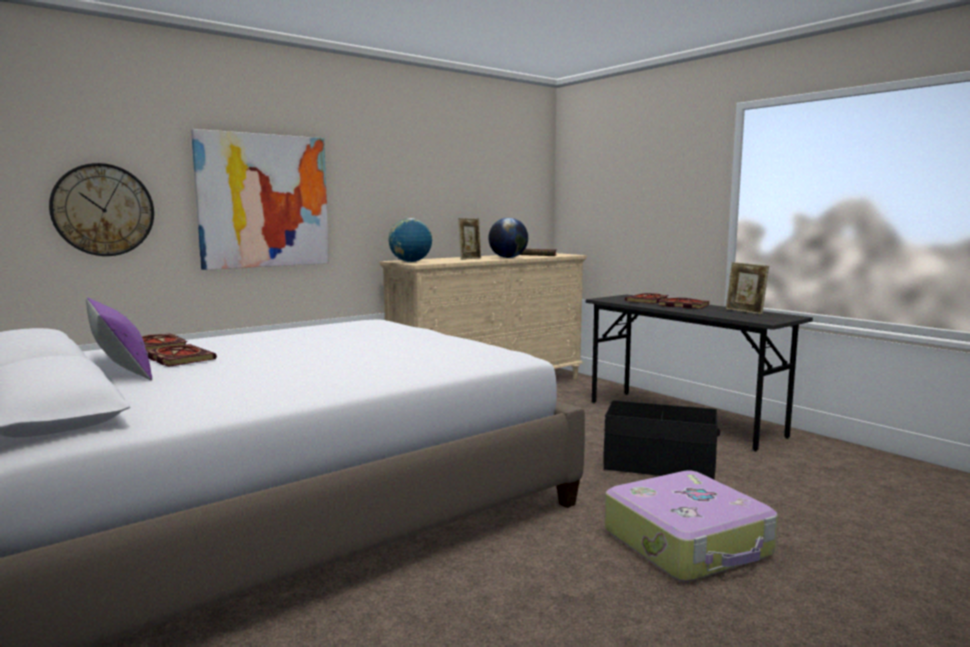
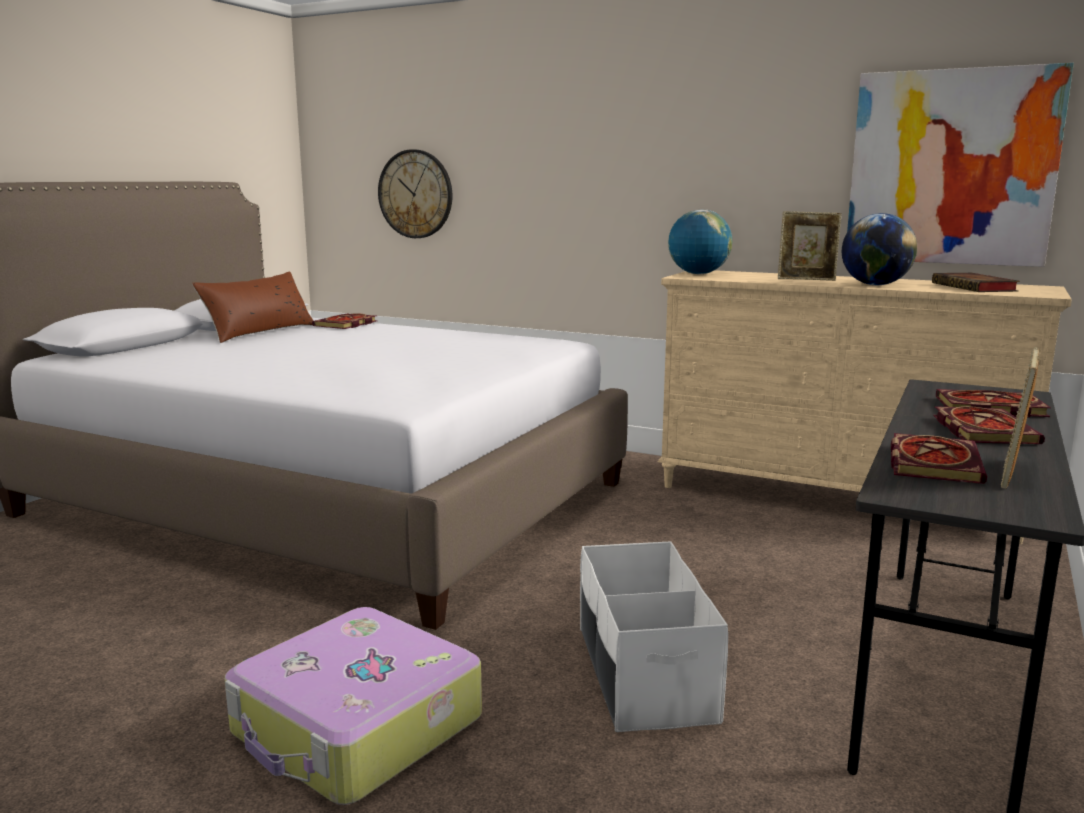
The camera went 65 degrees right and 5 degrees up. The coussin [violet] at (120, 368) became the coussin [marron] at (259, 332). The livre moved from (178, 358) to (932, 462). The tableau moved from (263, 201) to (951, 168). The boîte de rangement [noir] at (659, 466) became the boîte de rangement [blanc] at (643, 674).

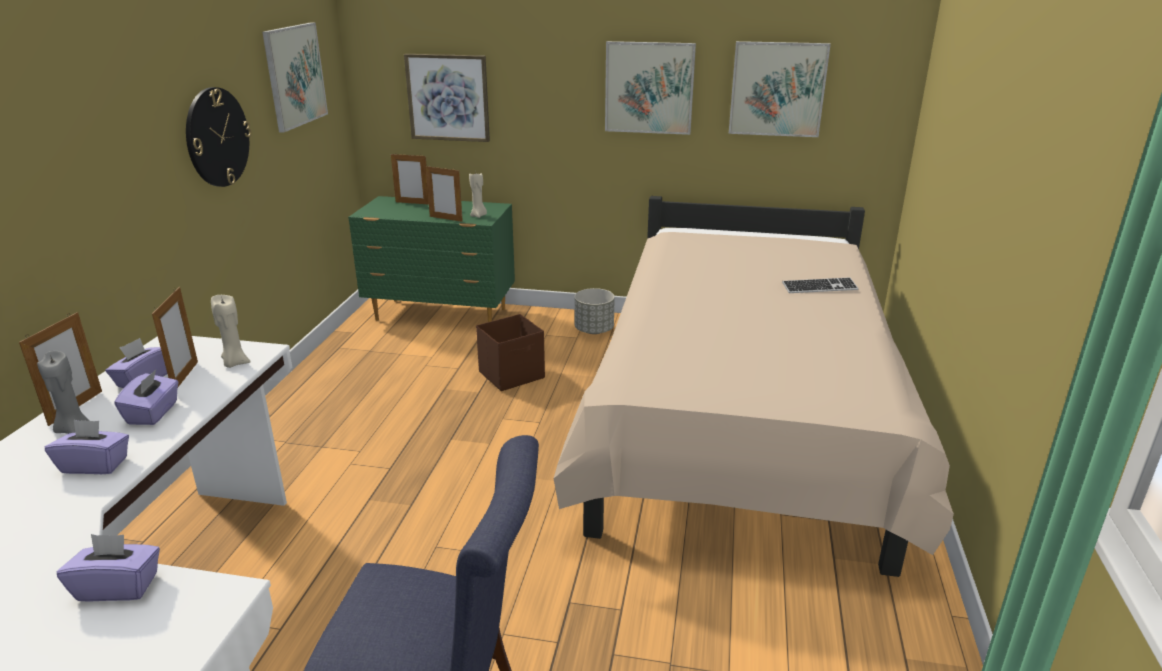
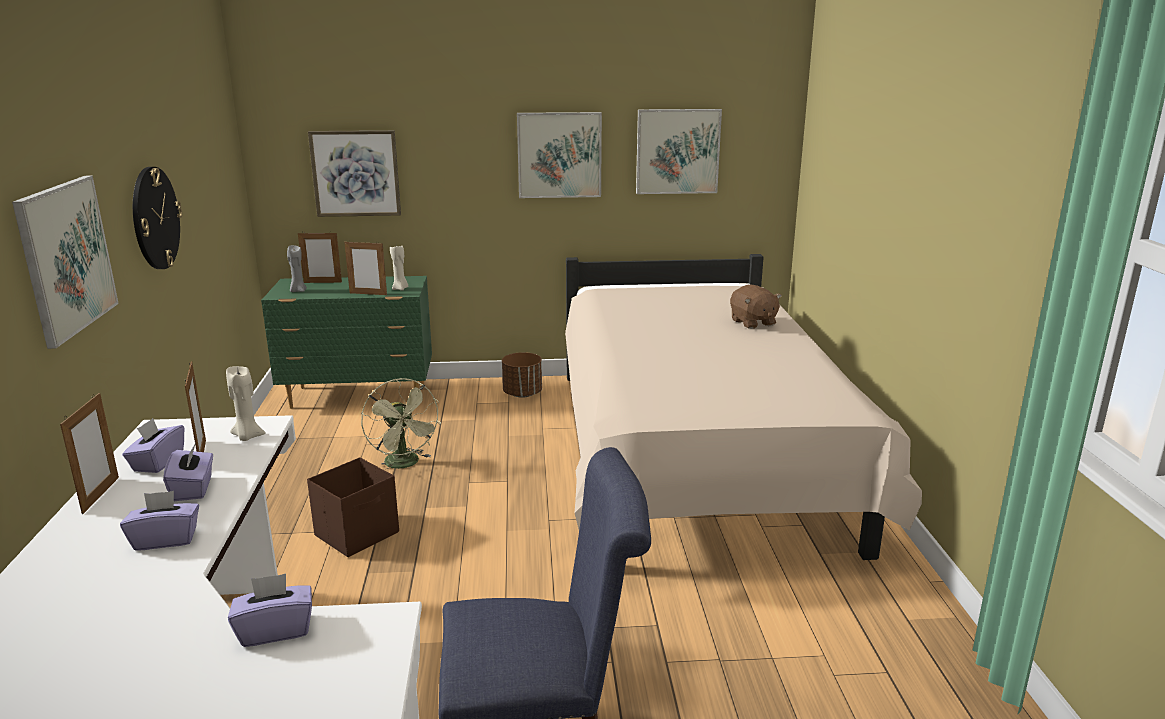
The camera went 15 degrees left and 5 degrees down. The bougie [gris] moved from (73, 429) to (298, 291). The tableau moved from (295, 76) to (66, 258). The boîte de rangement [marron] moved from (512, 375) to (358, 534). The cache-pot [gris] at (594, 330) became the cache-pot [marron] at (523, 394). The clavier at (819, 287) was replaced by the peluche [marron] at (753, 322). The ventilateur [vert] at (405, 464) appeared.

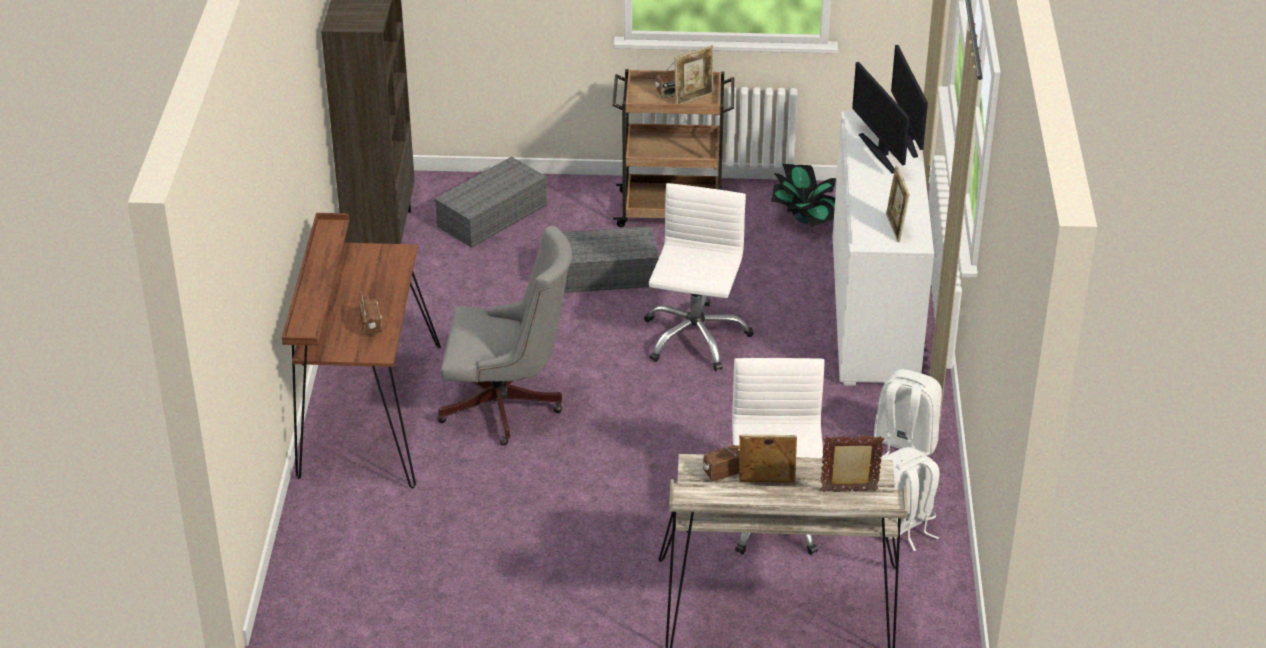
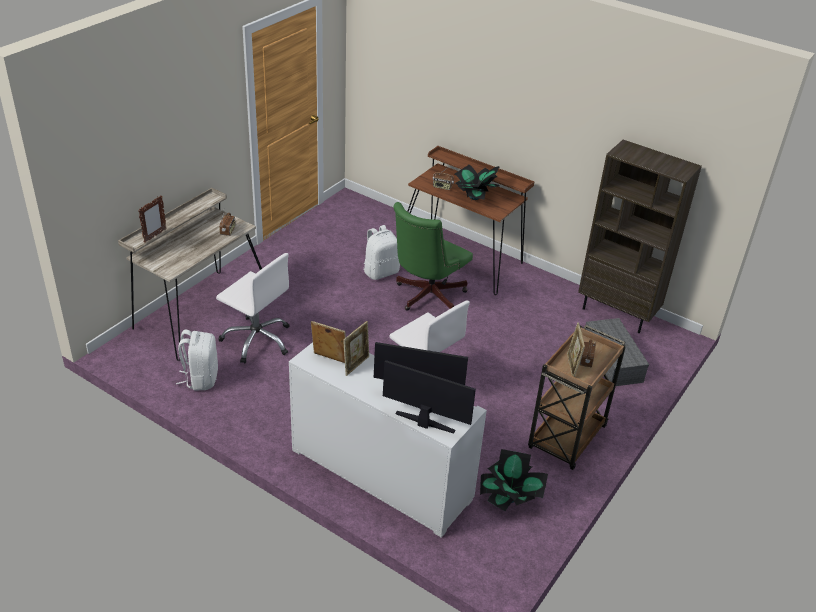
The camera went 120 degrees right and 0 degrees up. The chaise de bureau [gris] at (507, 407) became the chaise de bureau [vert] at (426, 297). The boîte de rangement [gris] at (600, 275) disappeared. The cadre photo moved from (766, 483) to (356, 365). The sac à dos [blanc] moved from (904, 445) to (381, 272). The plante en pot at (474, 198) appeared.

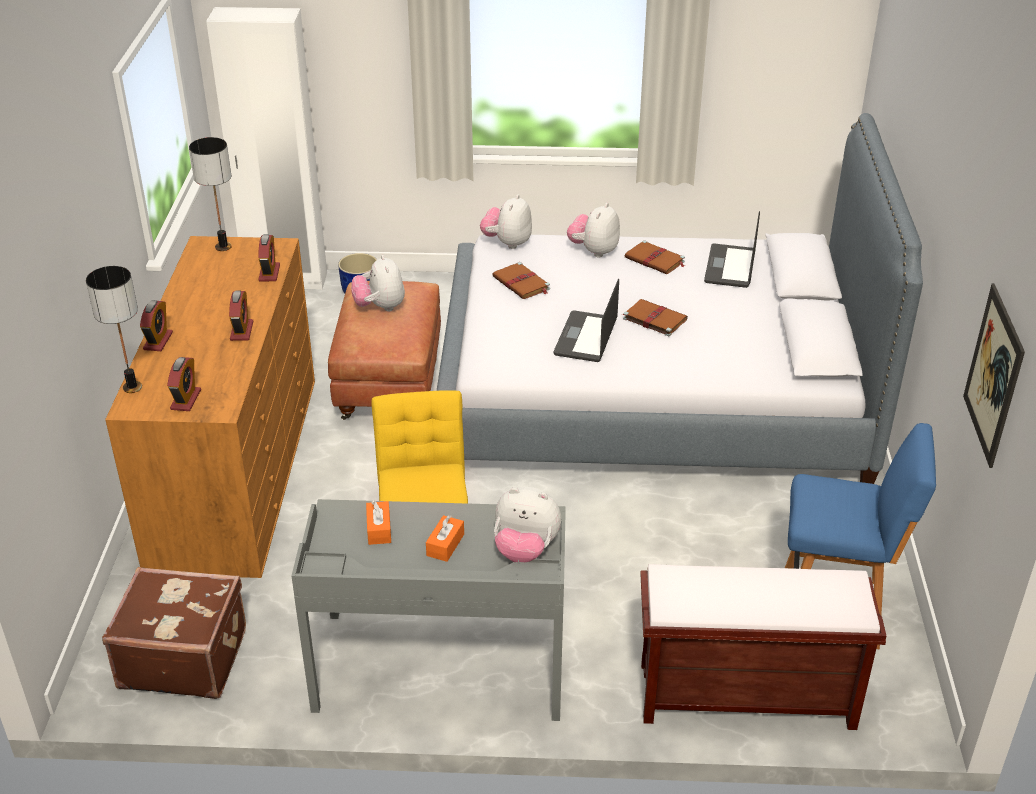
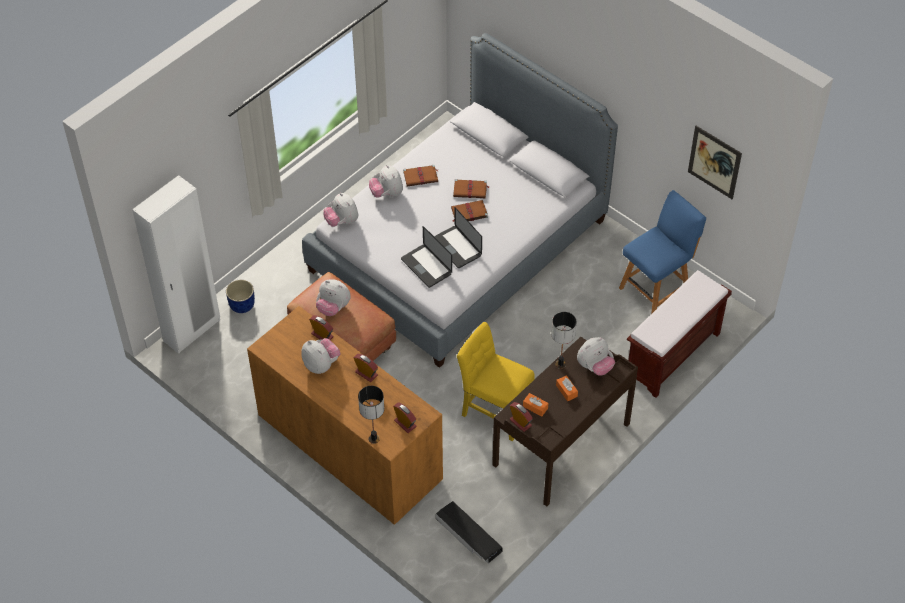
The camera went 50 degrees left and 15 degrees up. The valise [marron] at (183, 657) was replaced by the boîte de rangement [noir] at (468, 535). The réveil moved from (158, 341) to (520, 422). The lampe de table moved from (223, 247) to (560, 365). The bureau [gris] at (440, 666) became the bureau [marron] at (562, 445). The livre [marron] moved from (522, 283) to (470, 190). The ordinateur portable moved from (730, 267) to (426, 266). The peluche at (321, 364) appeared.

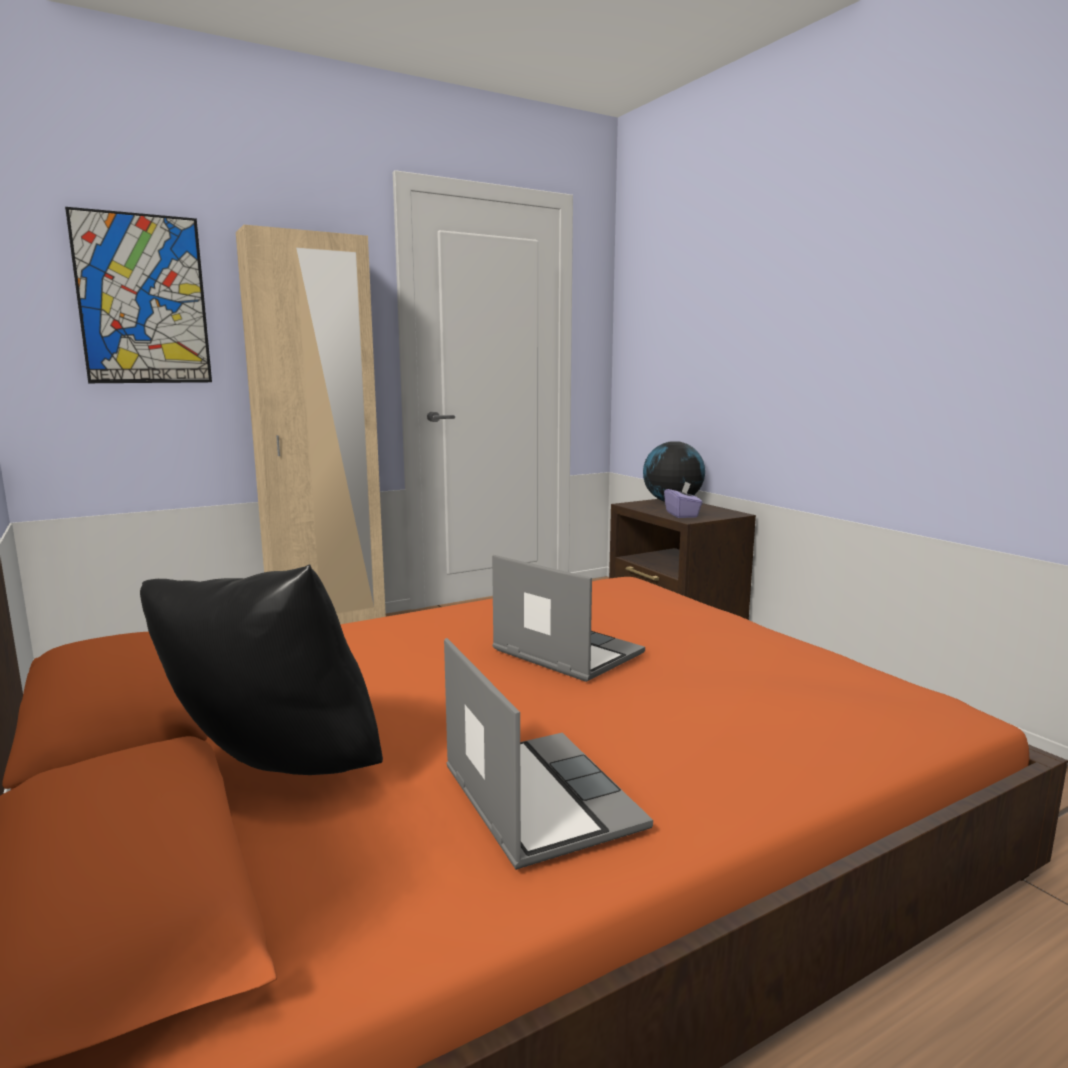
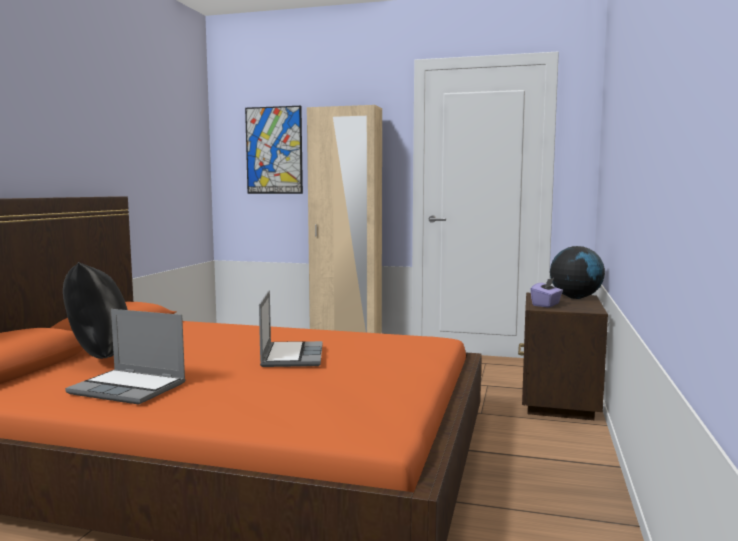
The camera went 45 degrees right and 5 degrees down. The ordinateur portable at (536, 799) turned 90 degrees clockwise.

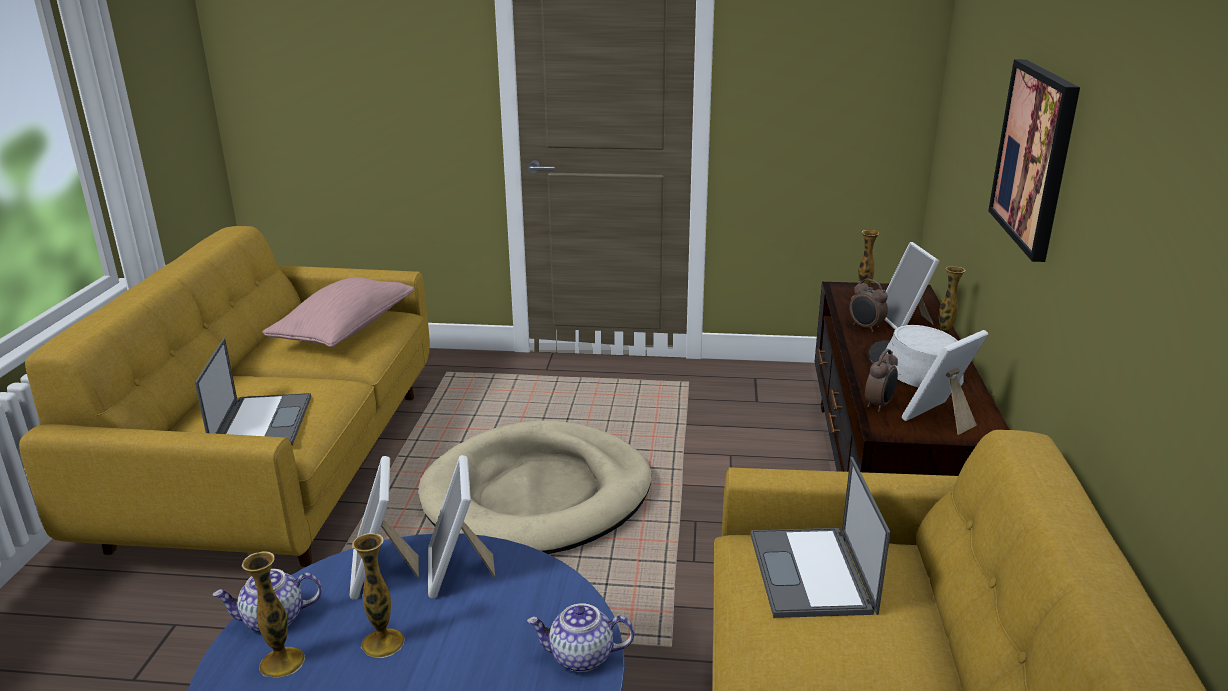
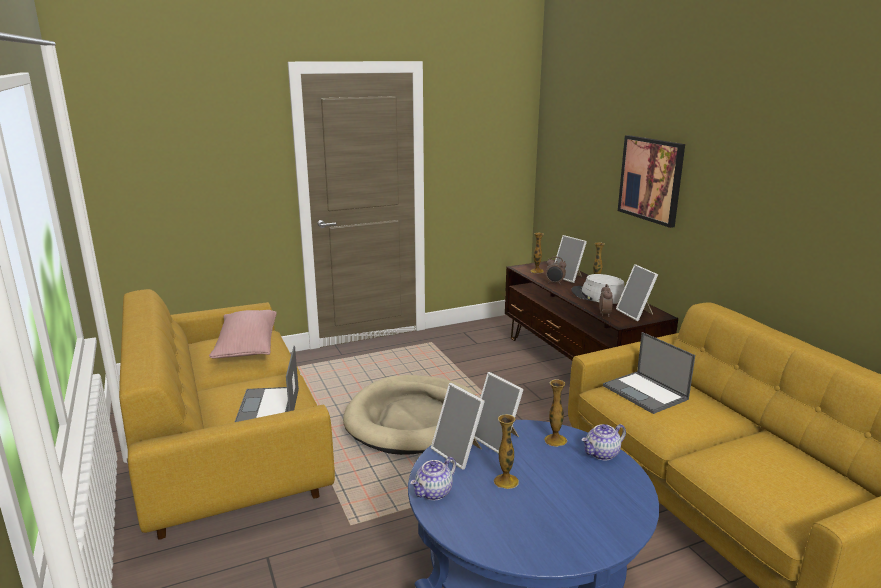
The camera went 30 degrees left and 5 degrees down. The ordinateur portable at (262, 422) turned 150 degrees counterclockwise. The vase moved from (282, 662) to (555, 440). The cadre photo at (941, 419) turned 45 degrees counterclockwise.

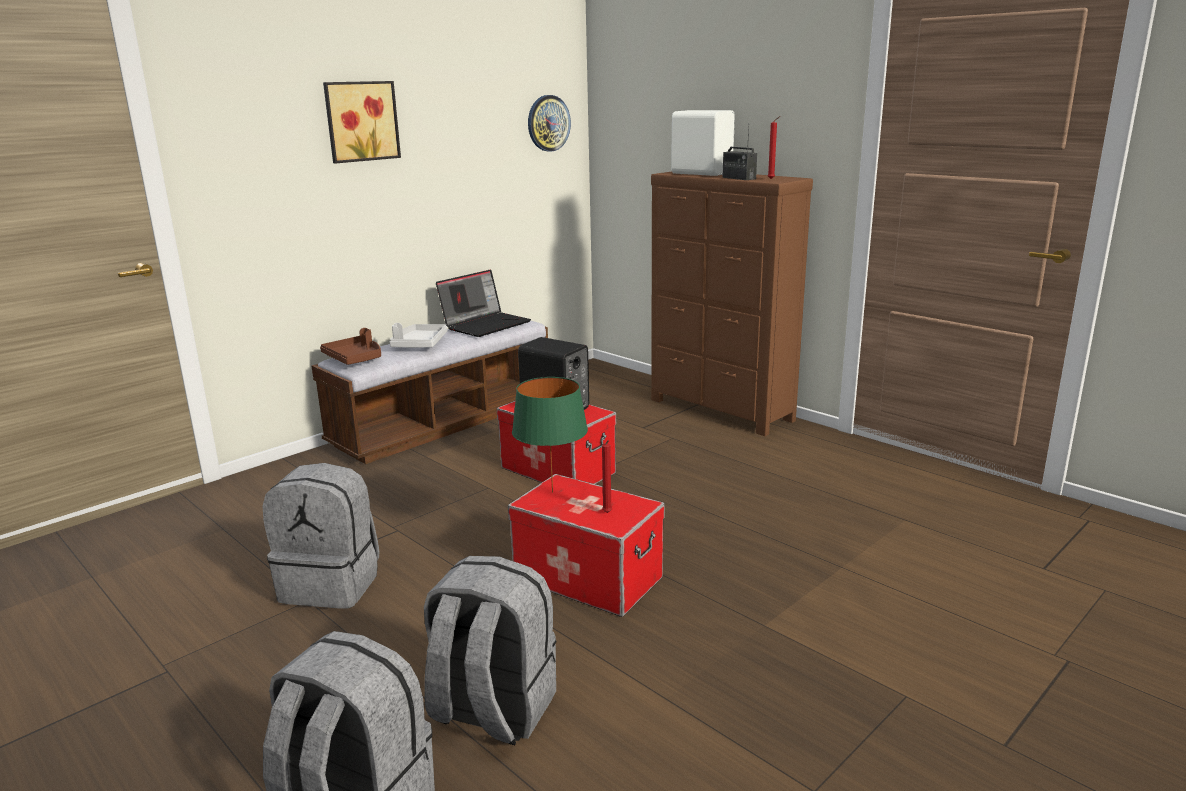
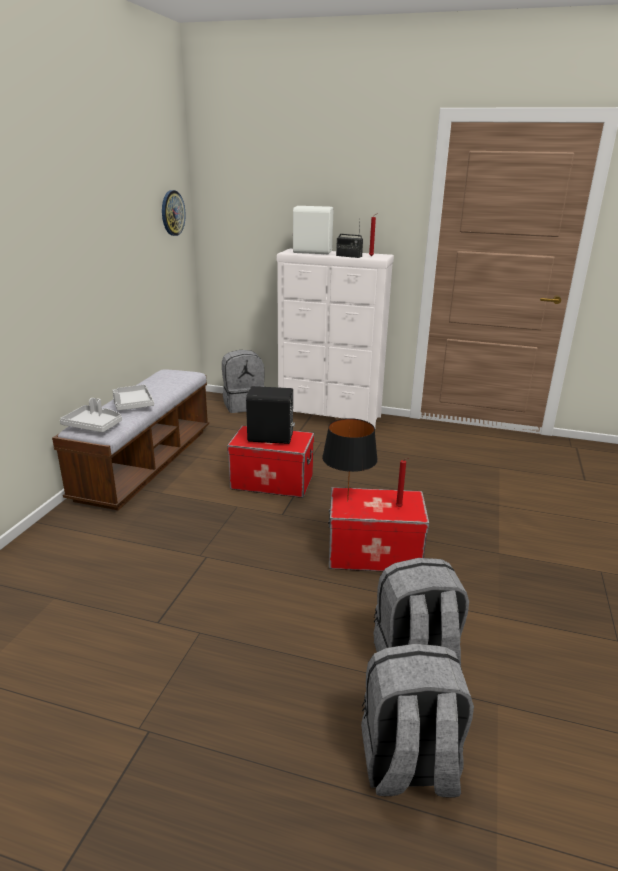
The camera went 30 degrees left and 5 degrees up. The sac à dos [gris] moved from (332, 584) to (243, 405). The plateau [marron] at (355, 359) became the plateau [gris] at (94, 425). The tableau at (360, 121) disappeared. The ordinateur portable at (486, 324) disappeared. The lampe de table [vert] at (552, 492) became the lampe de table [noir] at (347, 501). The commode [marron] at (720, 410) became the commode [blanc] at (330, 417).

